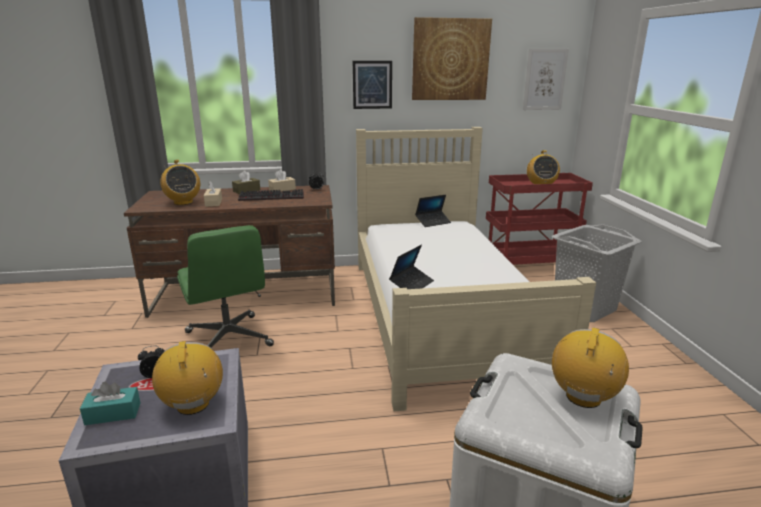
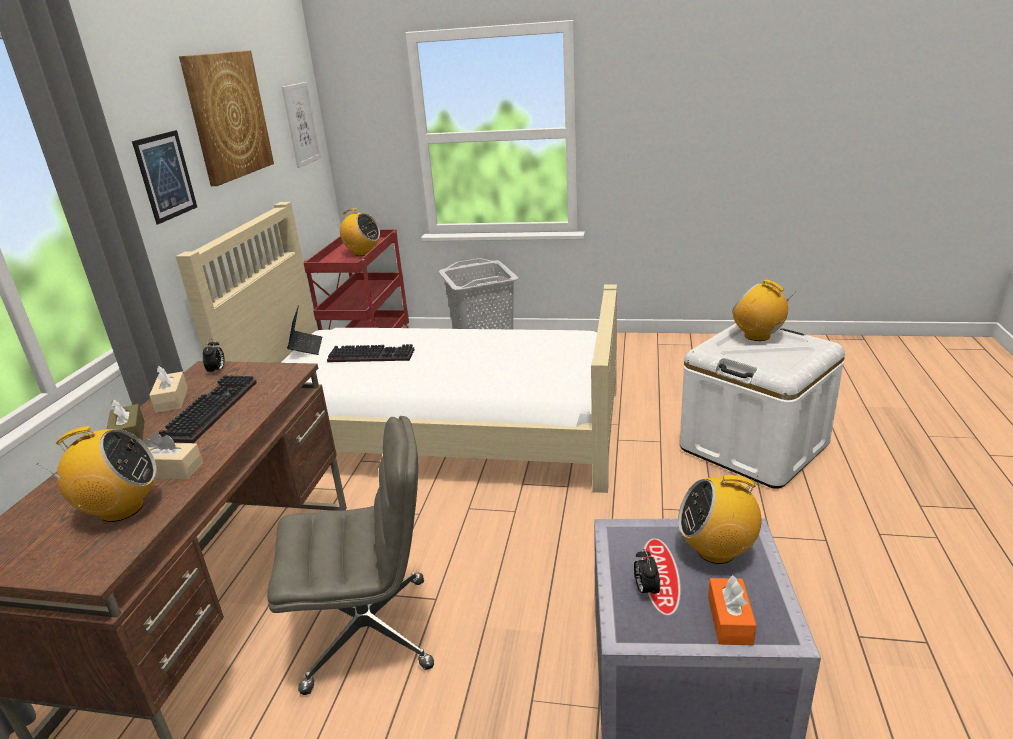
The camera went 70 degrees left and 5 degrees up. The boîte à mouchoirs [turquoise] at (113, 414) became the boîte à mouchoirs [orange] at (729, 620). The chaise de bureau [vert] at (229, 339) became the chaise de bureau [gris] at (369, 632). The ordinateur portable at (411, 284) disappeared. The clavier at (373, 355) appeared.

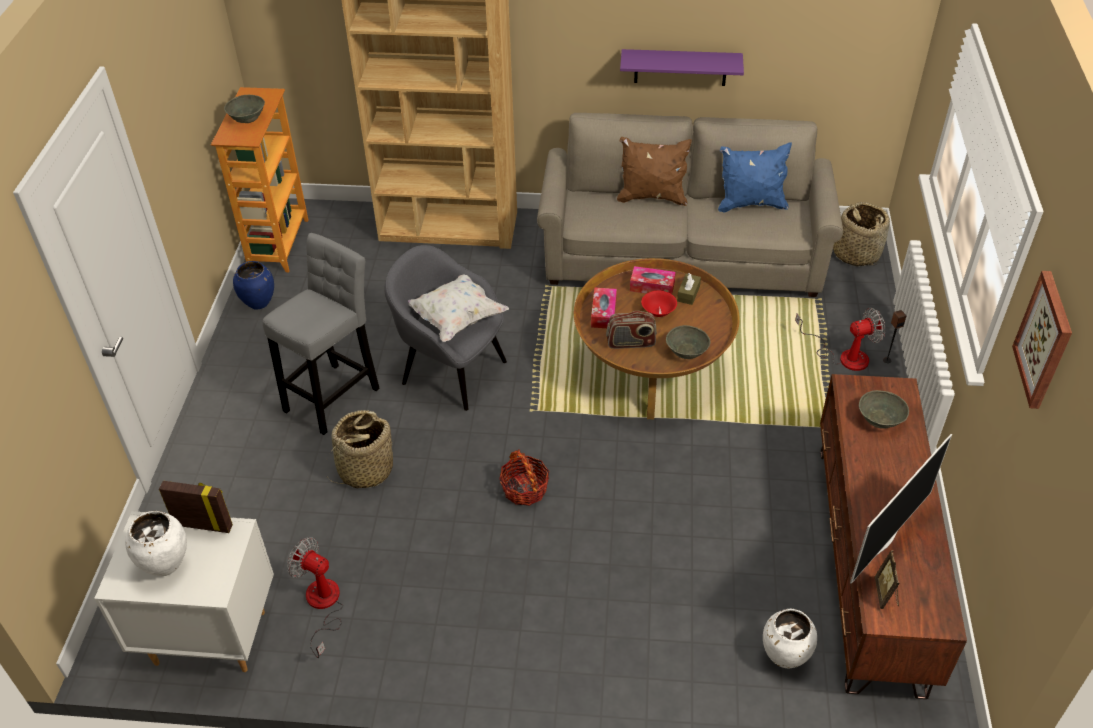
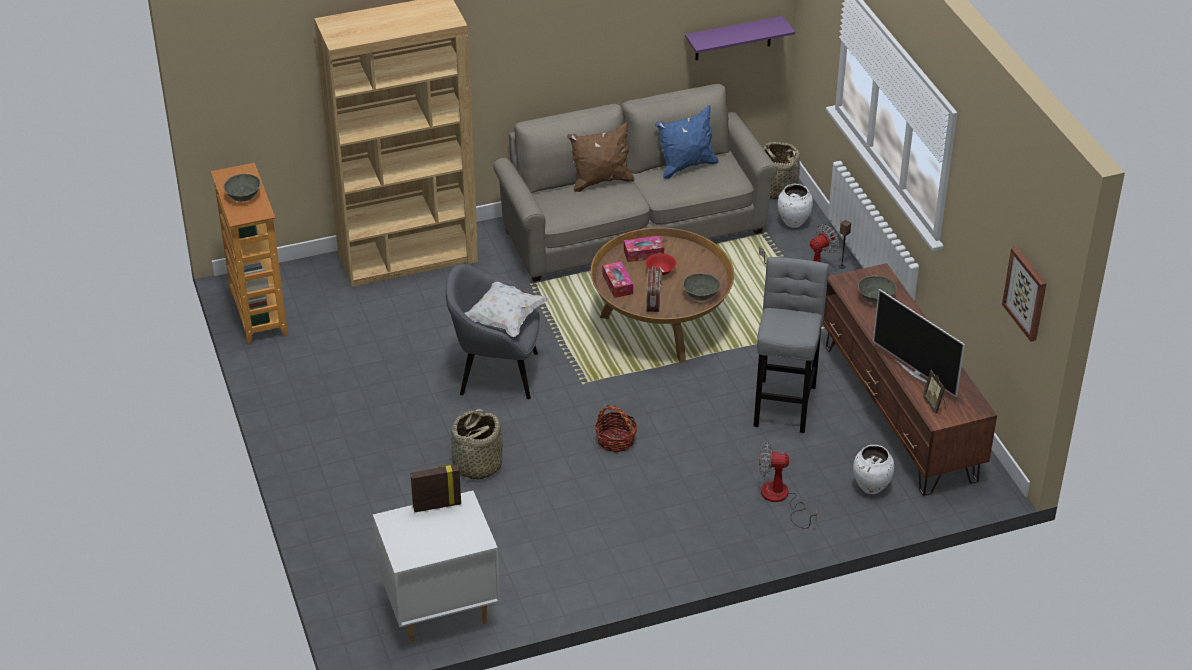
The camera went 25 degrees left and 5 degrees down. The vase [blanc] moved from (165, 564) to (793, 223). The vase [bleu] at (259, 303) disappeared. The tabouret [gris] moved from (335, 395) to (784, 402). The ventilateur moved from (322, 606) to (781, 499). The radio at (630, 343) turned 60 degrees counterclockwise. The étagère [violet] moved from (680, 67) to (733, 38). The boîte à mouchoirs [marron] at (688, 294) disappeared. The téléviseur at (883, 540) turned 120 degrees clockwise. The tableau moved from (1045, 340) to (1026, 293).

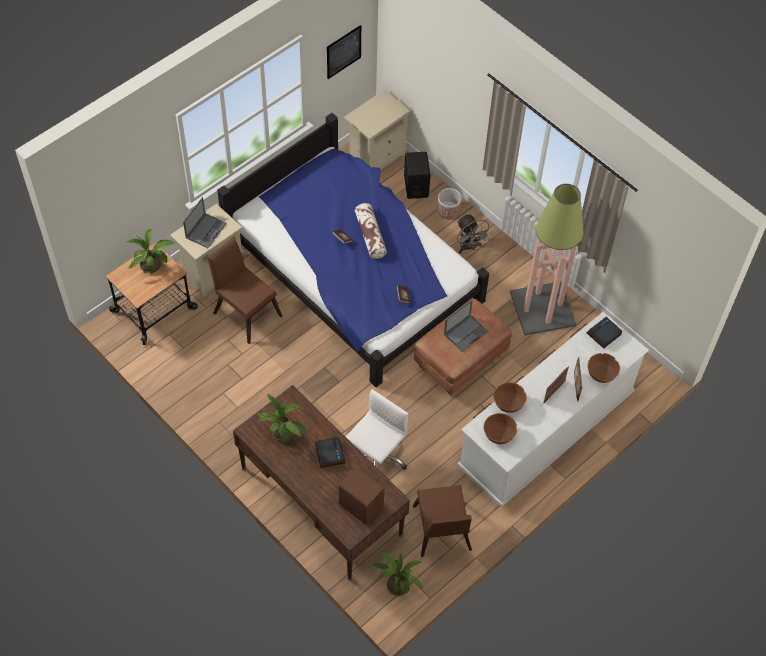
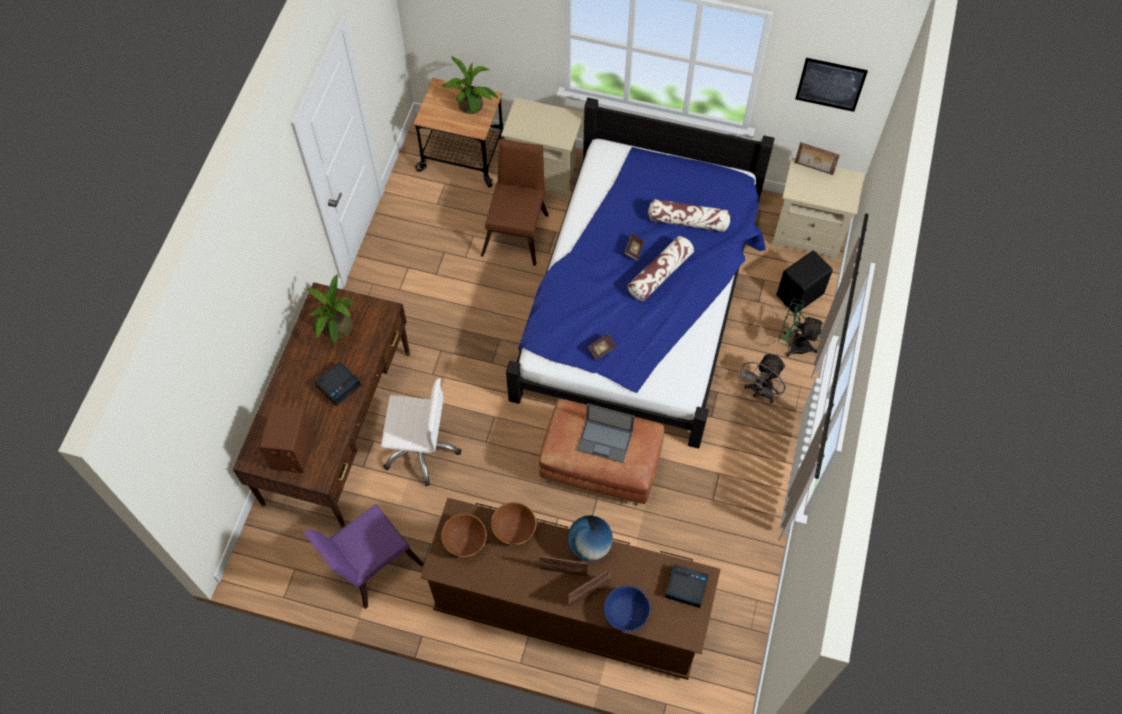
The camera went 60 degrees right and 5 degrees up. The ordinateur portable at (206, 230) disappeared. The plante en pot at (396, 583) disappeared. The chaise [marron] at (441, 532) became the chaise [violet] at (370, 565). The cache-pot at (448, 210) was replaced by the ventilateur [vert] at (794, 344). The commode [blanc] at (545, 430) became the commode [marron] at (570, 607). The lampadaire at (543, 308) disappeared. The bol [marron] at (601, 374) became the bol [bleu] at (626, 614). The globe at (589, 545) appeared. The coussin at (688, 221) appeared. The cadre photo at (813, 169) appeared.

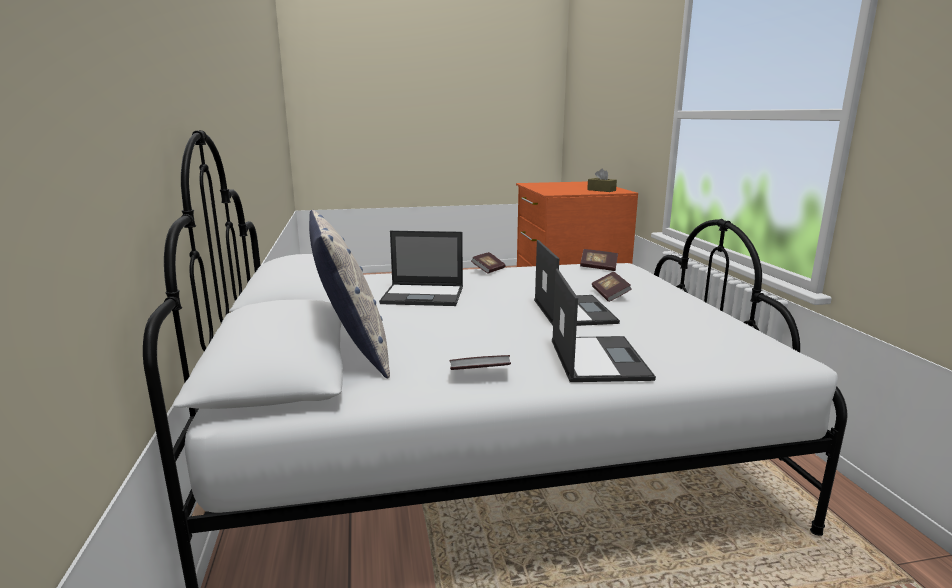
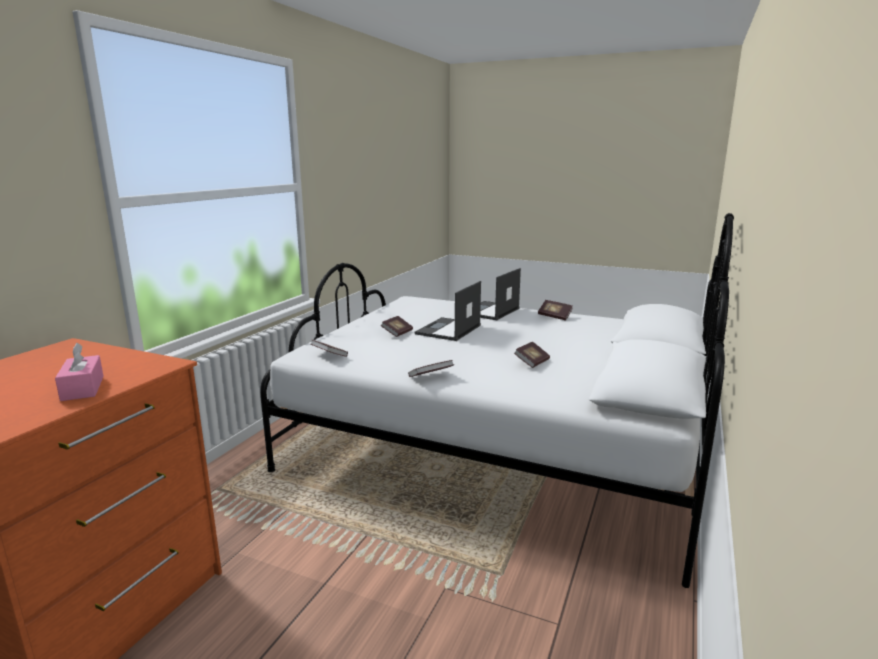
The camera went 145 degrees left and 0 degrees up. The coussin at (352, 352) disappeared. The ordinateur portable at (424, 295) was replaced by the livre at (532, 362). The boîte à mouchoirs [marron] at (601, 190) disappeared. The boîte à mouchoirs [rose] at (82, 388) appeared.

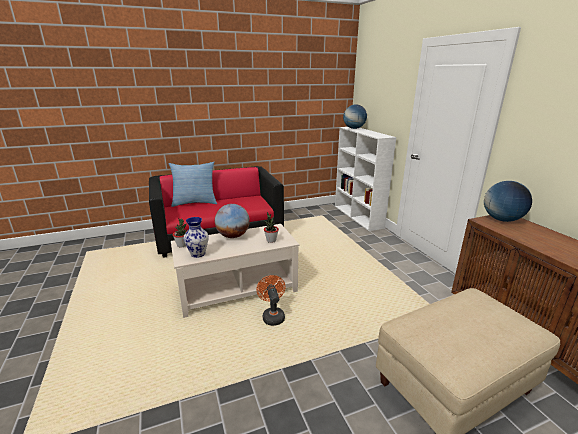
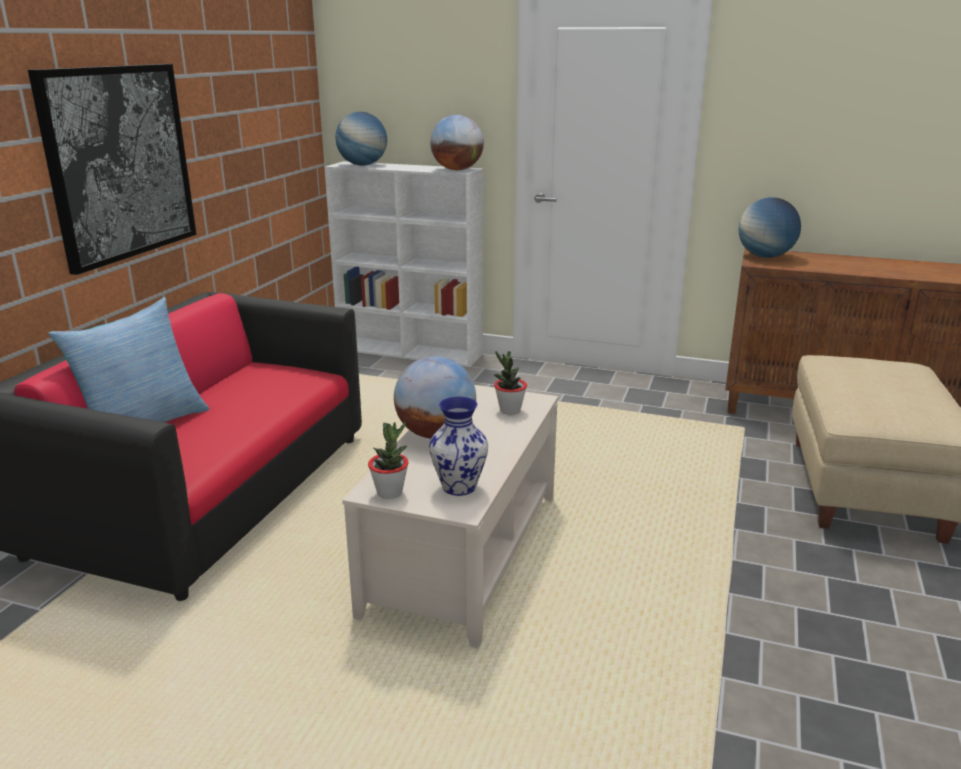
The camera went 50 degrees left and 0 degrees up. The ventilateur [orange] at (272, 315) disappeared. The tableau at (120, 163) appeared. The globe at (457, 170) appeared.

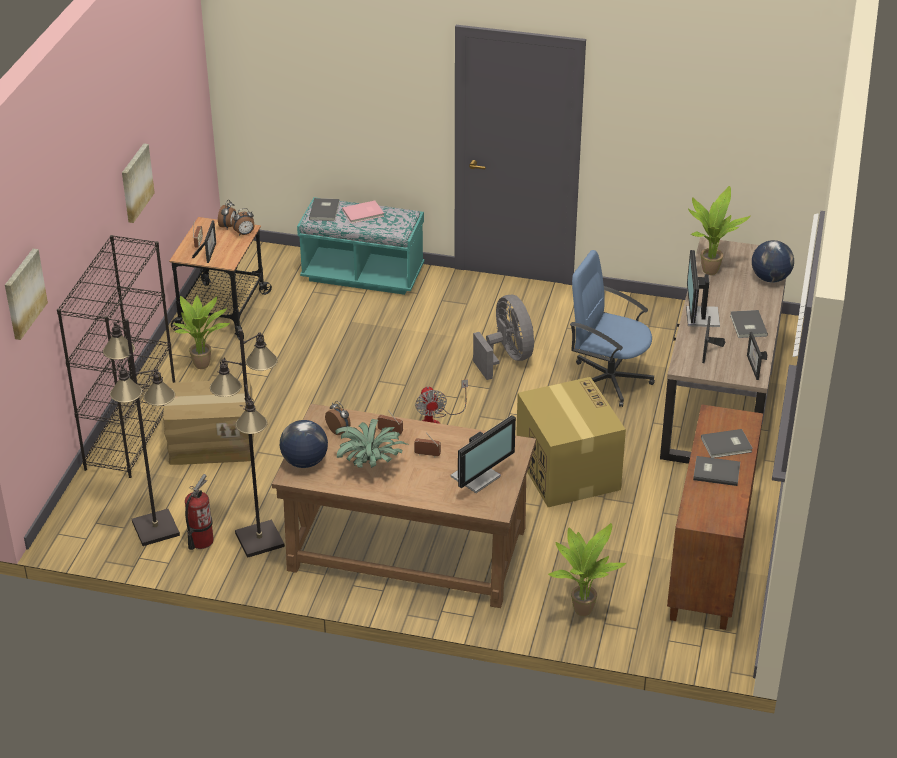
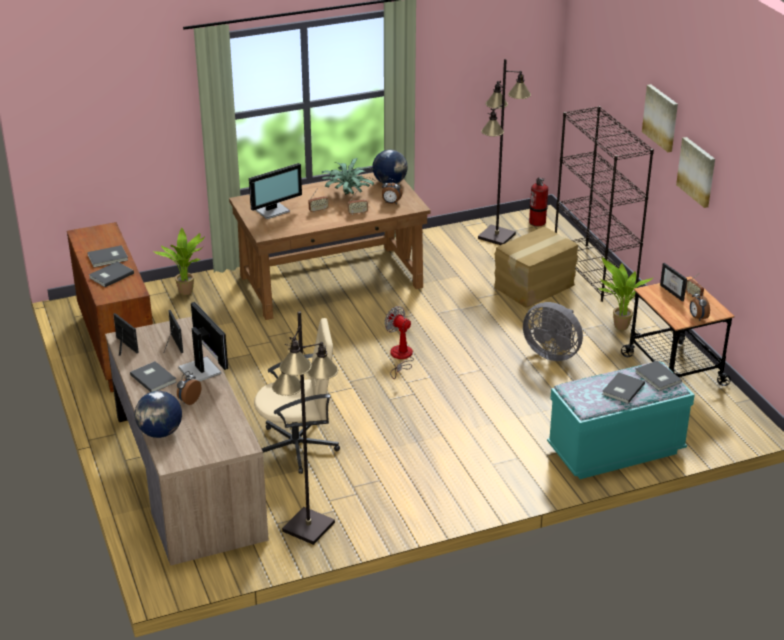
The camera went 145 degrees right and 5 degrees down. The tableau moved from (23, 293) to (661, 117). The extincteur moved from (201, 541) to (537, 222). The lampadaire [noir] moved from (260, 540) to (307, 527). The réveil moved from (244, 234) to (189, 401). The livre [rose] at (364, 213) became the livre [gris] at (621, 389). The écran d'ordinateur at (477, 477) turned 135 degrees counterclockwise. The ventilateur [gris] moved from (506, 358) to (552, 353). The carton at (566, 470) disappeared. The chaise de bureau [bleu] at (608, 380) became the chaise de bureau [beige] at (297, 447). The plante en pot at (707, 270) disappeared.

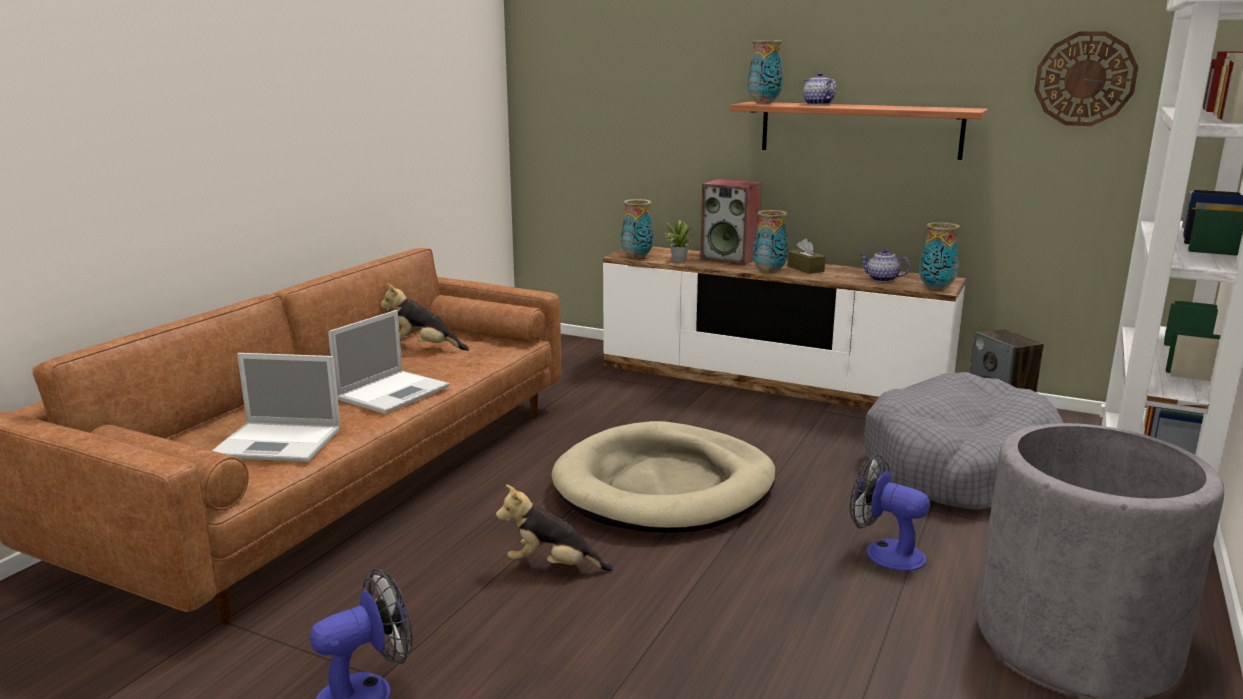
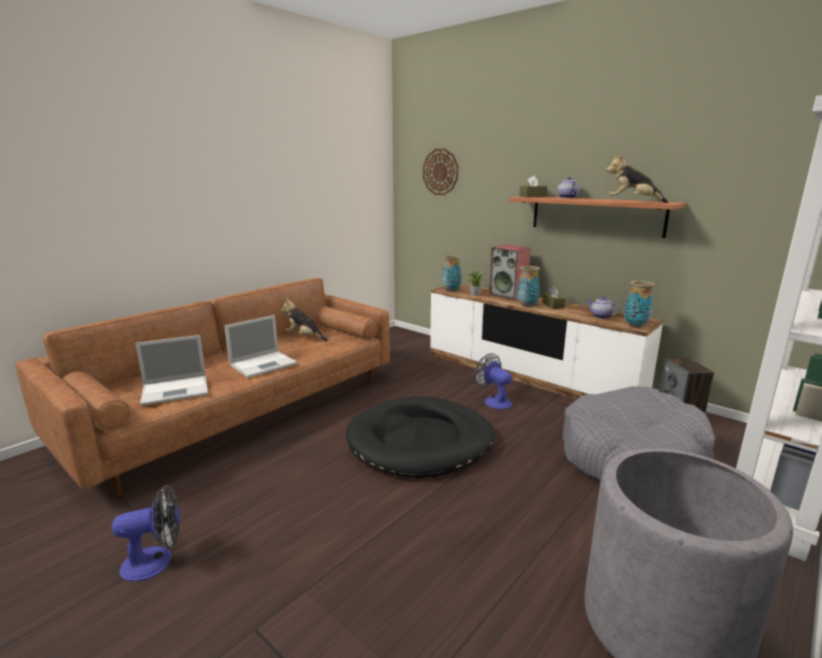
The camera went 15 degrees right and 0 degrees up. The ordinateur portable at (280, 442) turned 45 degrees counterclockwise. The peluche moved from (553, 566) to (632, 202). The panier pour chien [beige] at (665, 486) became the panier pour chien [noir] at (420, 441). The vase at (764, 103) was replaced by the boîte à mouchoirs [marron] at (532, 196). The ventilateur moved from (884, 552) to (494, 401). The horloge murale moved from (1085, 79) to (440, 172).

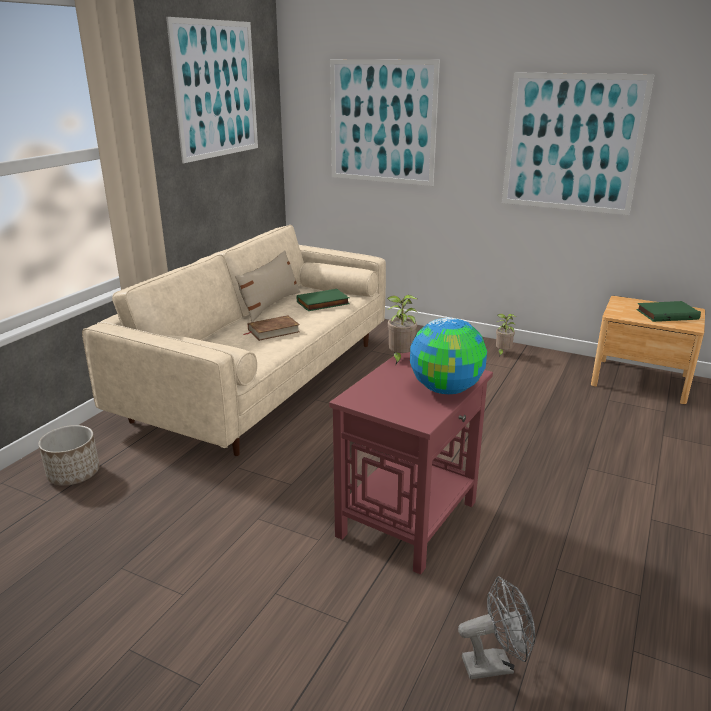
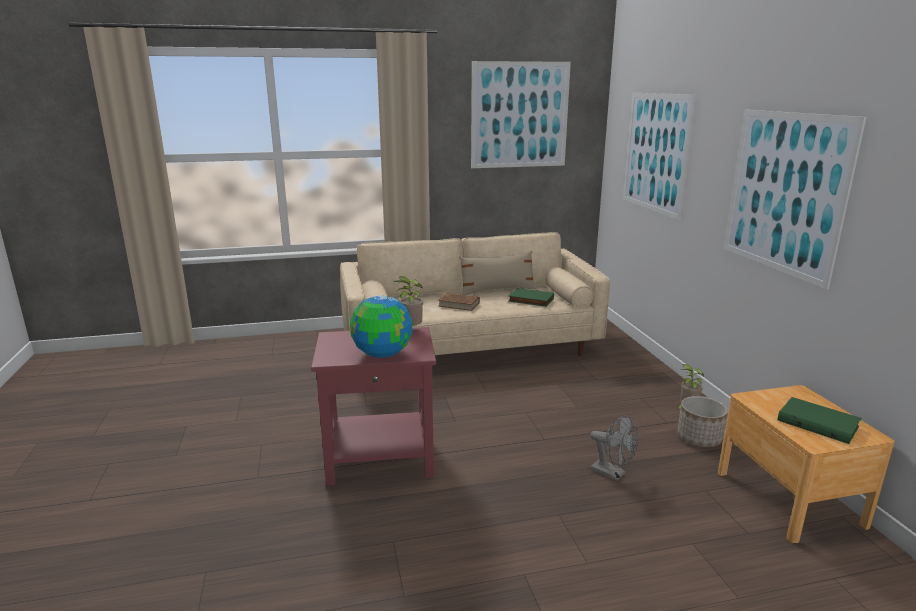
The camera went 50 degrees right and 5 degrees down. The cache-pot moved from (74, 473) to (699, 438). The ventilateur [gris] moved from (495, 664) to (612, 473).

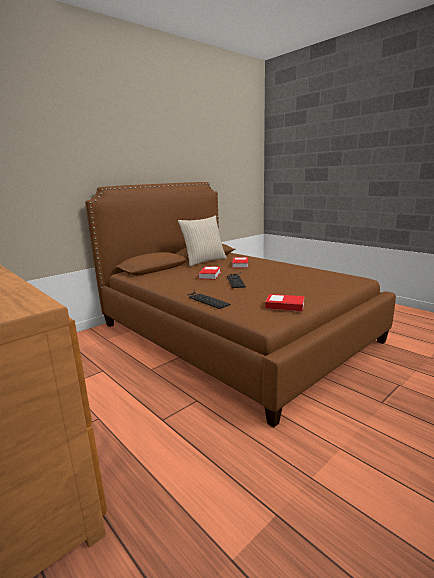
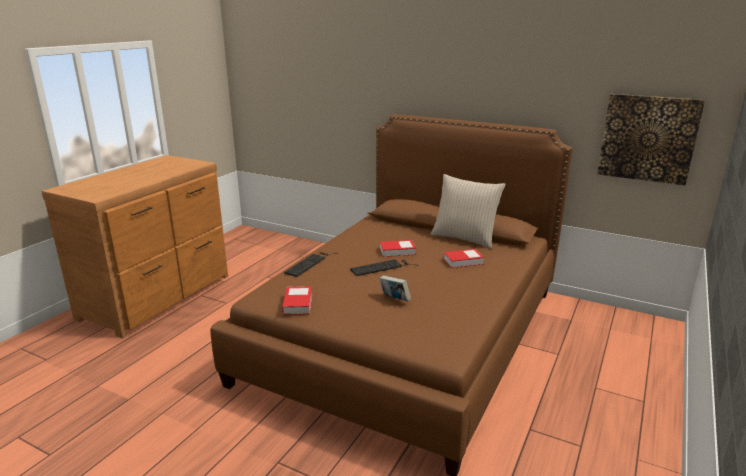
The camera went 70 degrees right and 5 degrees up. The livre at (394, 299) appeared. The tableau at (648, 138) appeared.

